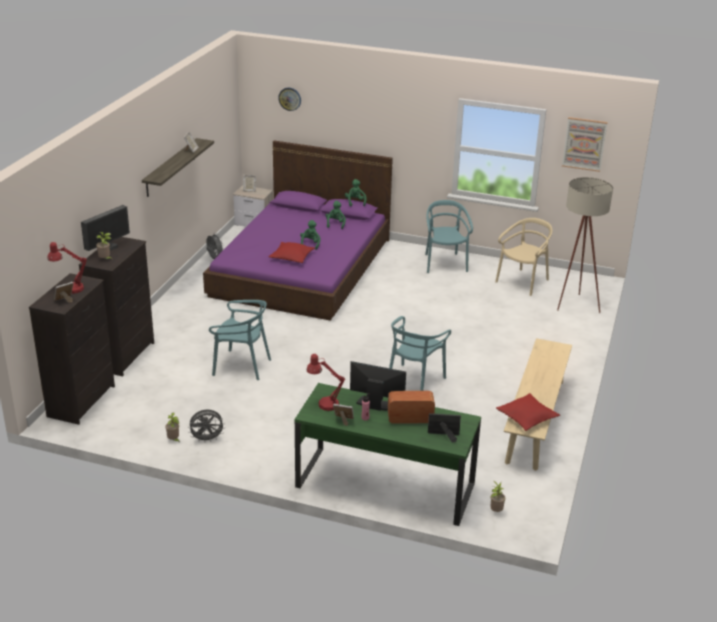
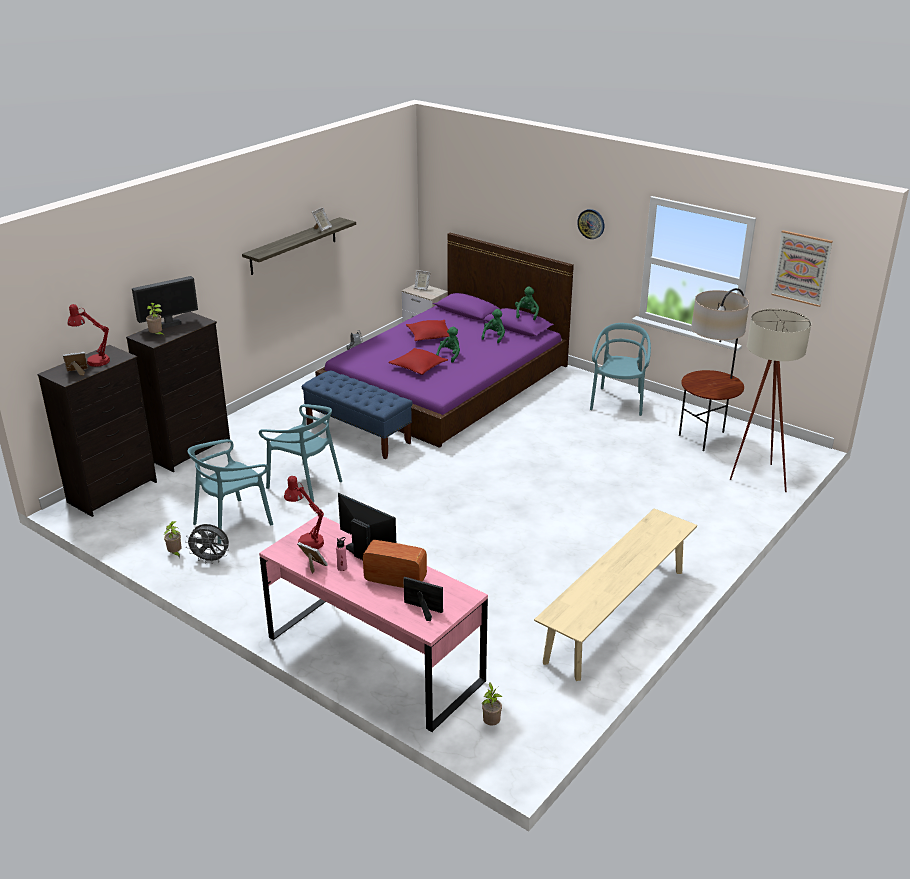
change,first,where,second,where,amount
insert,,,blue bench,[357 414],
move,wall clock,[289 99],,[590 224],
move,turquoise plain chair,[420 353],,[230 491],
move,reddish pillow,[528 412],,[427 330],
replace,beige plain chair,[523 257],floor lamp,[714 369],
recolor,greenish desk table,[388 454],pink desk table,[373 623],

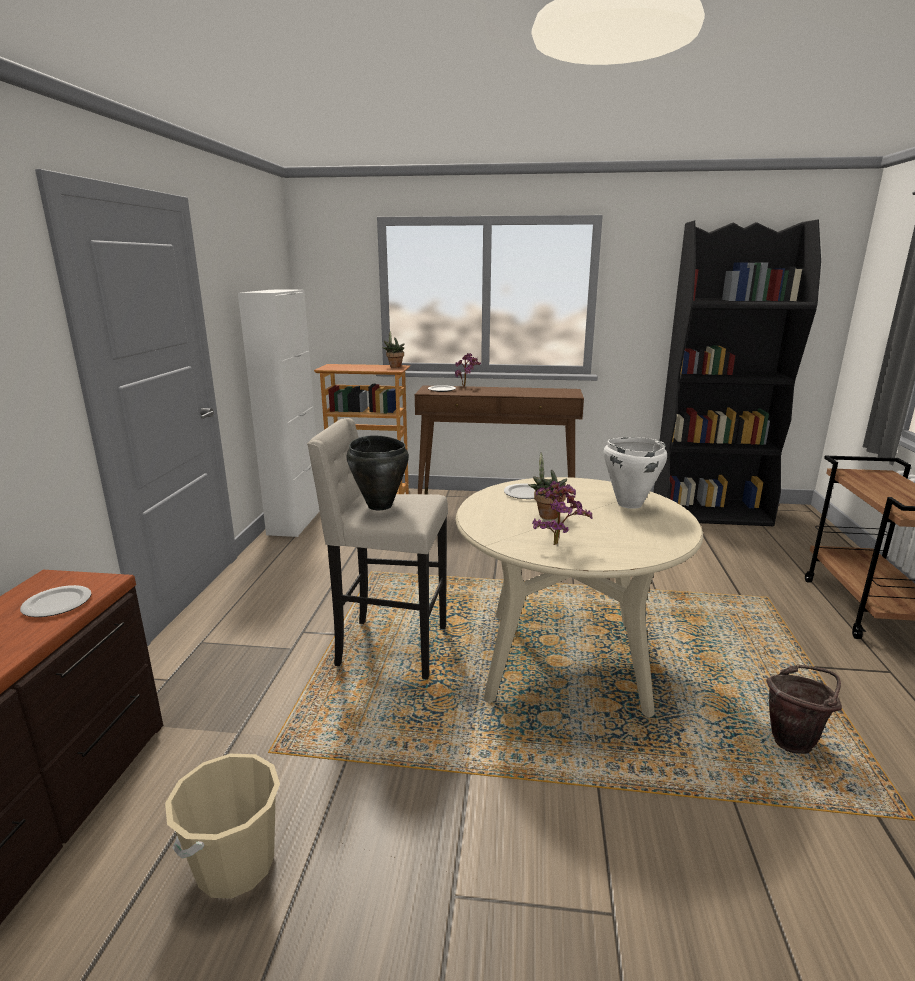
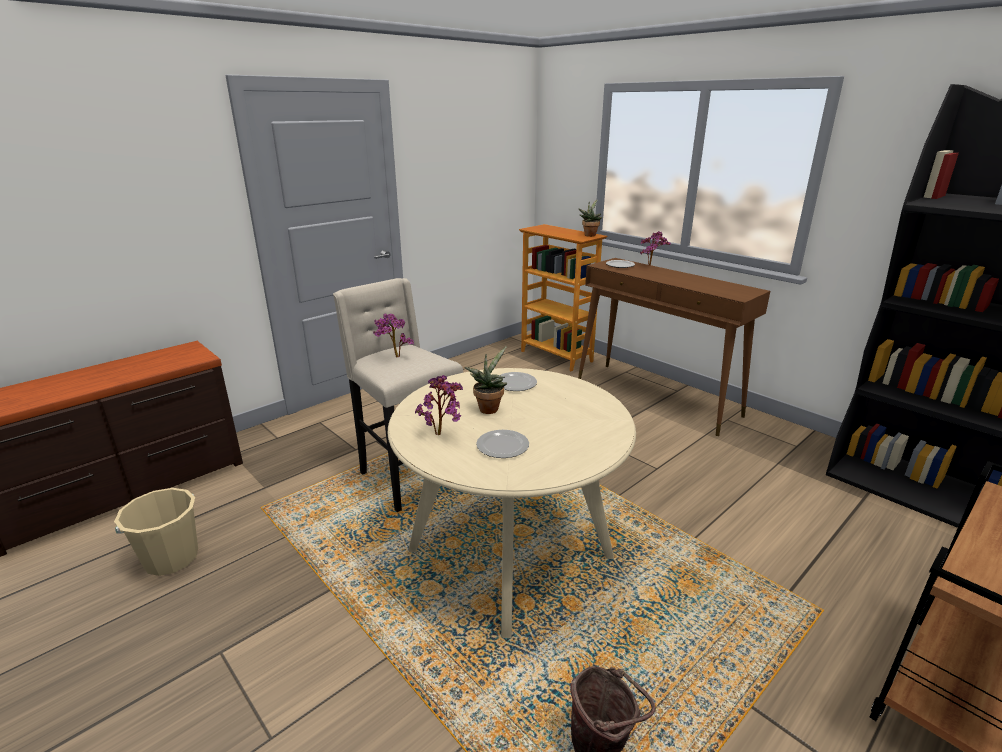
change,first,where,second,where,amount
delete,white-coloured storage cabinet,[279 413],,,
delete,white-coloured cooking pot,[635 473],,,
move,flat dish,[55 601],,[502 444],
replace,black cooking pot,[378 472],potted plant,[393 335],

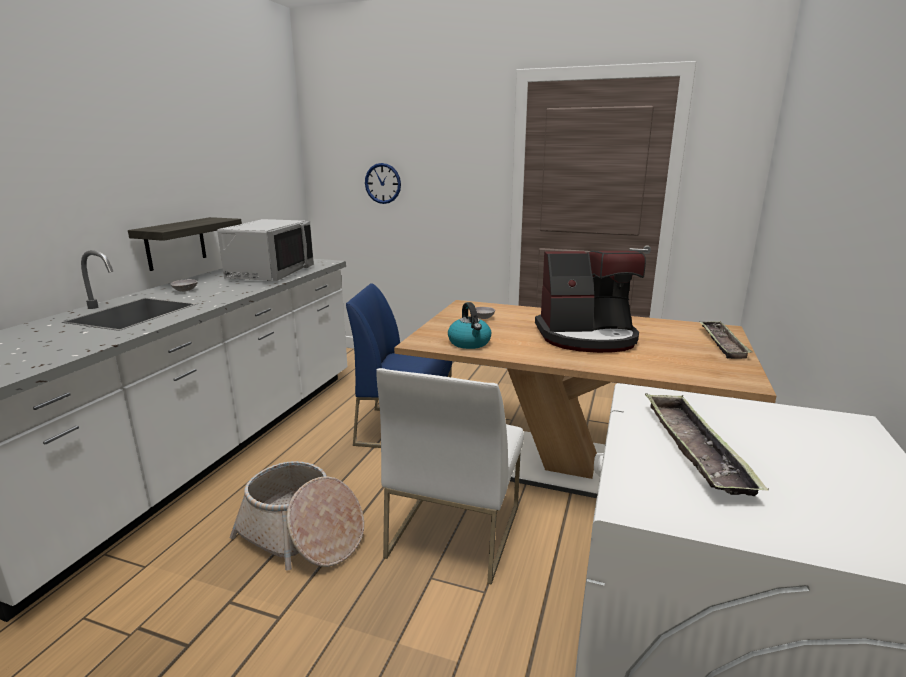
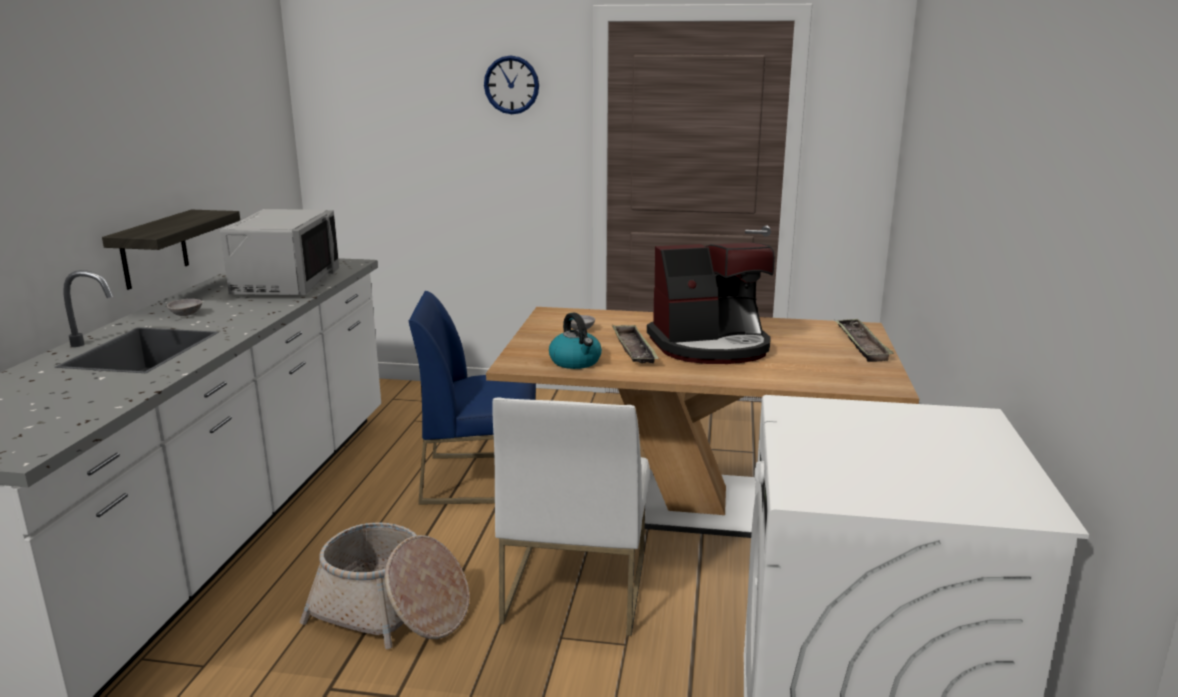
change,first,where,second,where,amount
move,wall clock,[383 183],,[511 85],
move,carrying tray,[707 444],,[635 344],

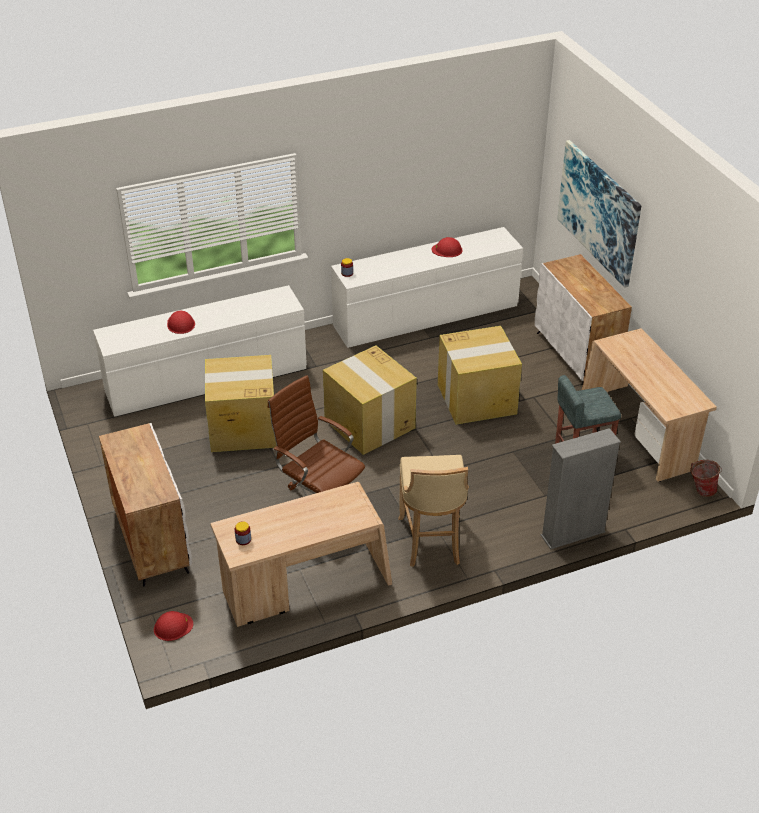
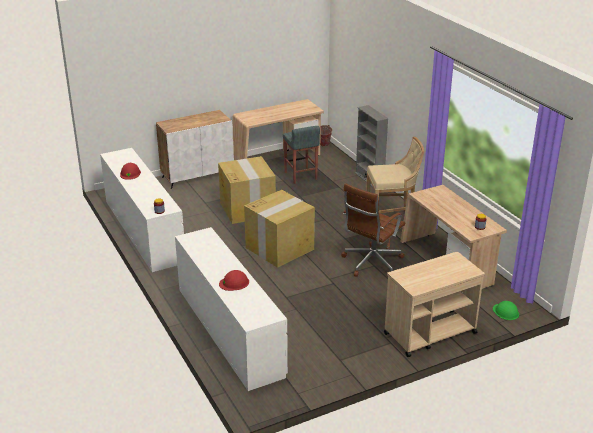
change,first,where,second,where,amount
delete,carton,[240 403],,,
delete,picture,[599 214],,,
replace,white-coloured storage cabinet,[145 505],beige trolley,[434 304],
recolor,reddish work helmet,[173 626],greenish work helmet,[506 310],

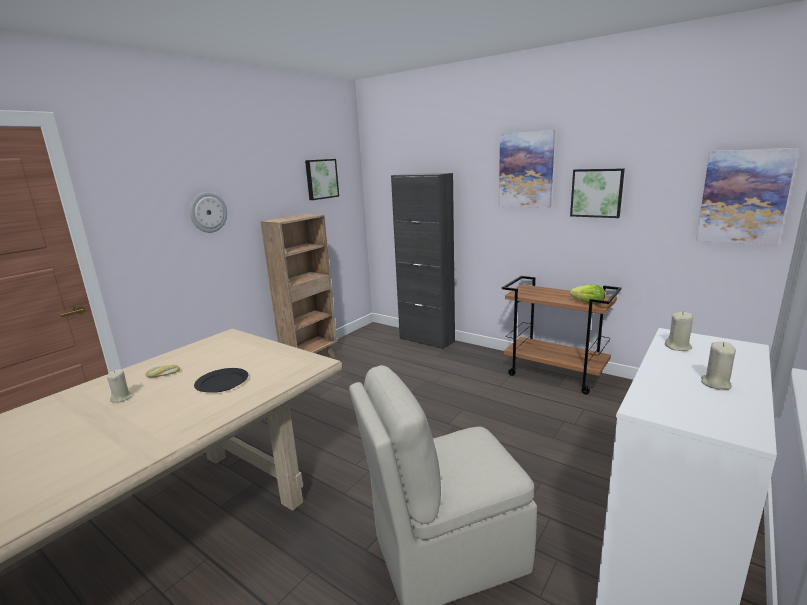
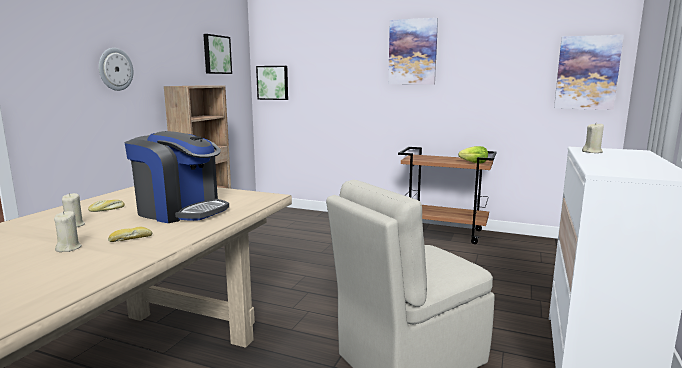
change,first,where,second,where,amount
delete,black storage cabinet,[423 261],,,
insert,,,bread,[130 234],
move,picture,[597 193],,[272 83],
move,beige wax candle,[718 365],,[68 231],
replace,black flat dish,[221 380],coffee machine,[176 177],

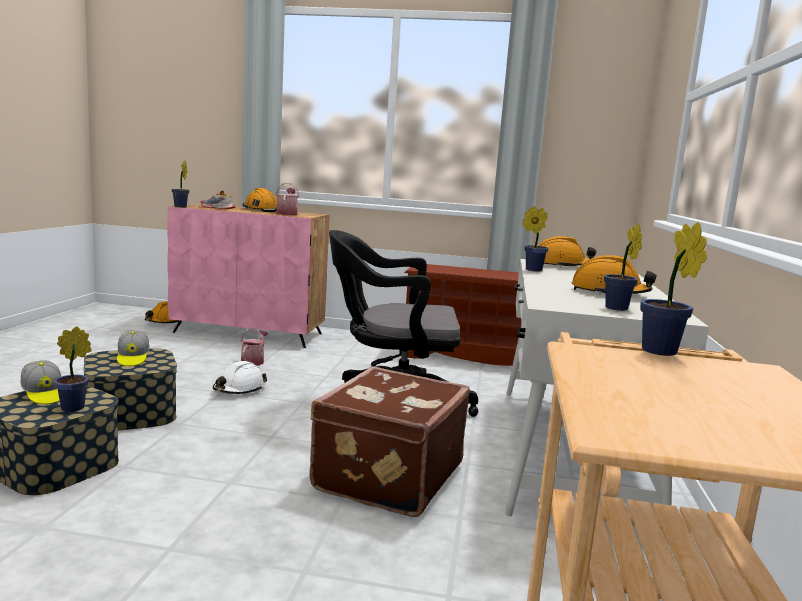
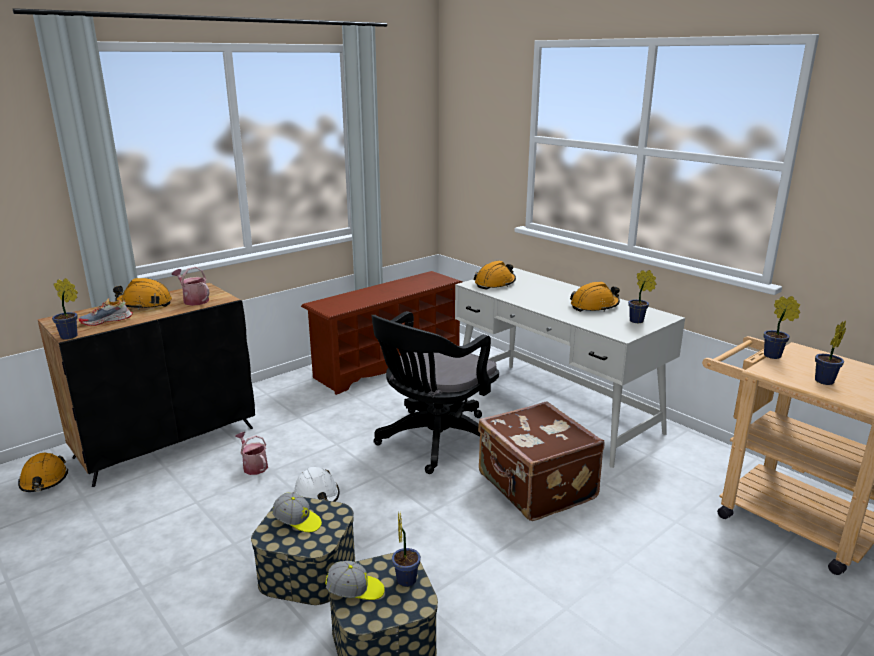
change,first,where,second,where,amount
move,potted plant,[535 238],,[830 353],
recolor,pink storage cabinet,[248 276],black storage cabinet,[146 385],

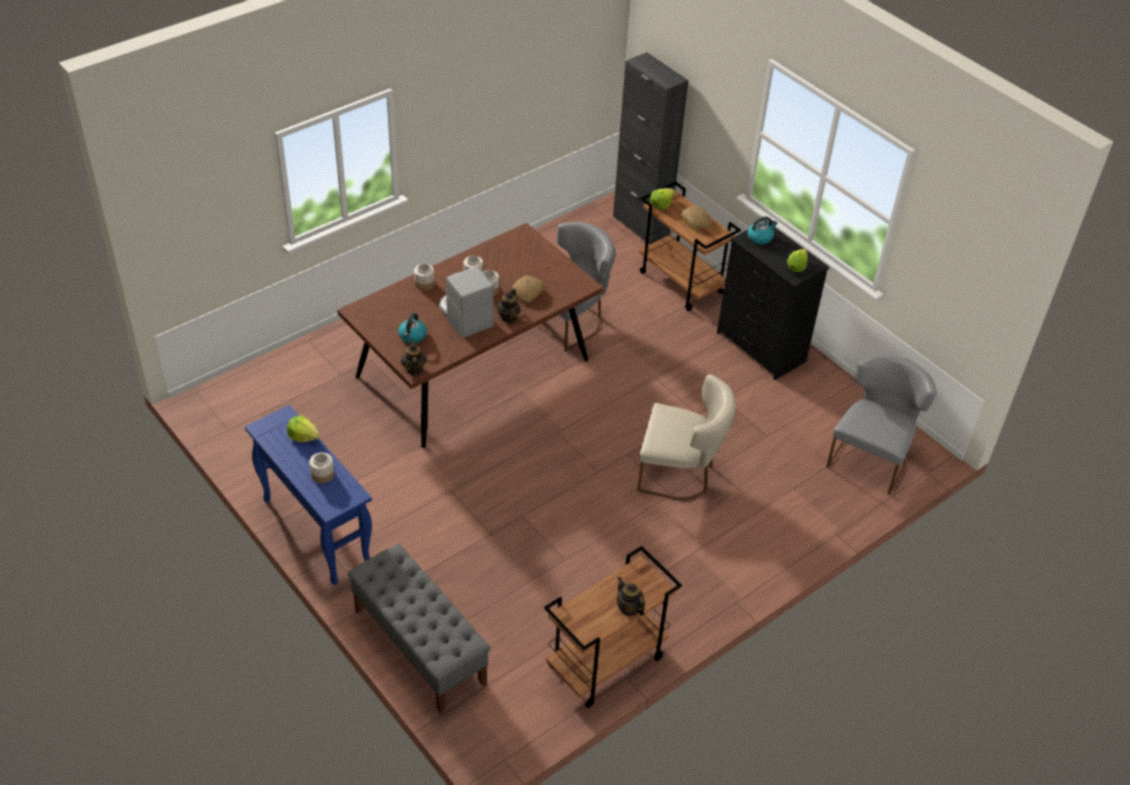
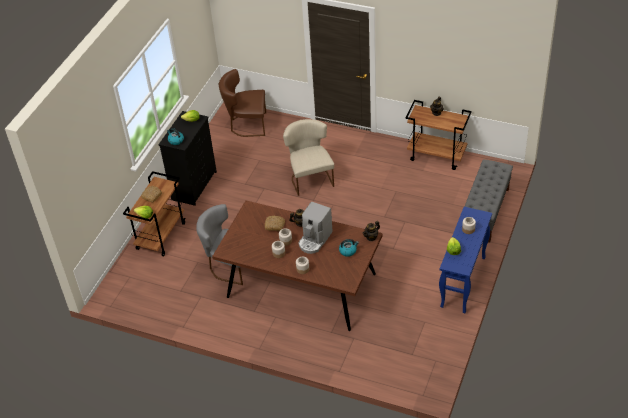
change,first,where,second,where,amount
delete,black storage cabinet,[650 148],,,
recolor,grey plain chair,[881 424],brown plain chair,[242 103],

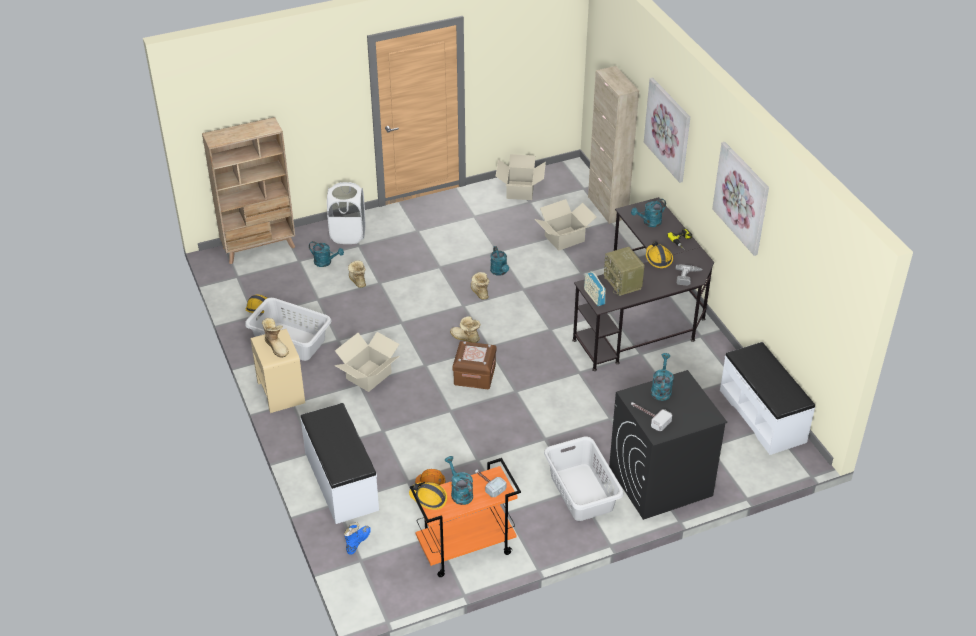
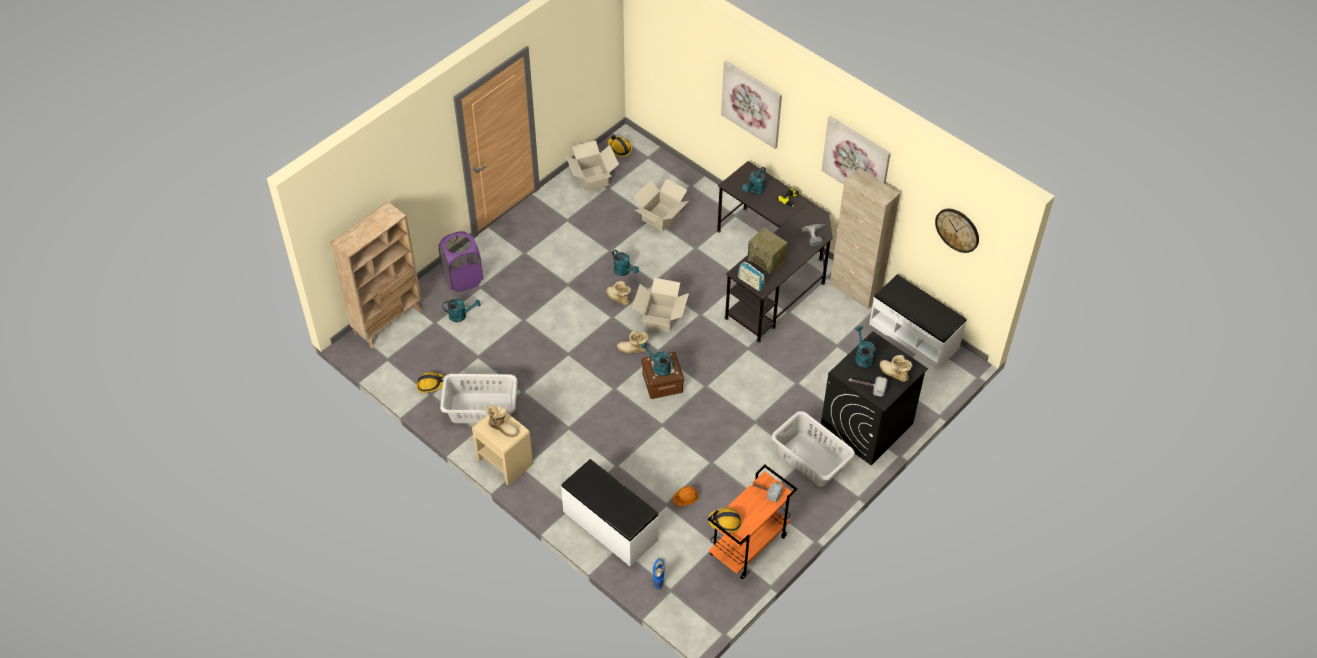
change,first,where,second,where,amount
insert,,,wall clock,[957 231],
move,carton,[367 362],,[660 305],
move,tall boot,[357 274],,[896 368],
move,turquoise watering can,[459 480],,[657 359],
move,beige storage cabinet,[613 145],,[865 238],
move,work helmet,[659 255],,[620 146],
recolor,white-coloured laundry basket,[346 213],purplish laundry basket,[460 261],

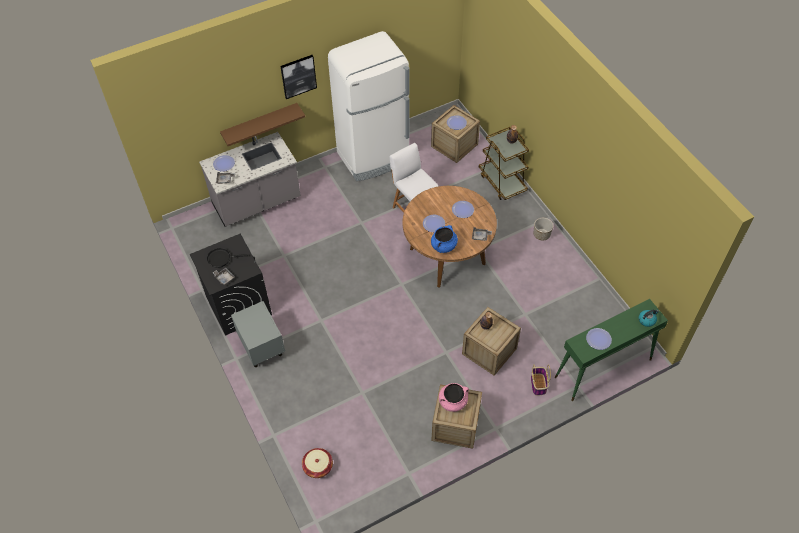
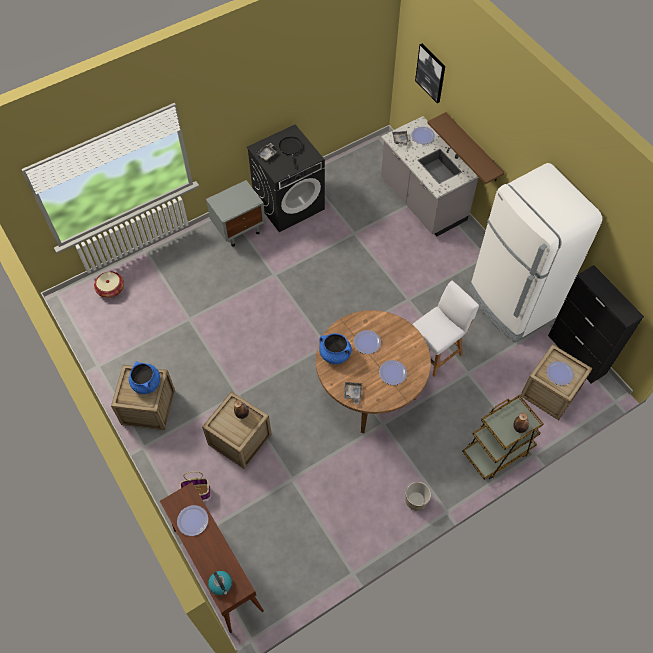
change,first,where,second,where,amount
insert,,,black storage cabinet,[596 324],
move,picture,[298 77],,[430 73],
recolor,pink cooking pot,[454 397],blue cooking pot,[144 377],
recolor,greenish narrow table,[611 350],brown narrow table,[212 557],

